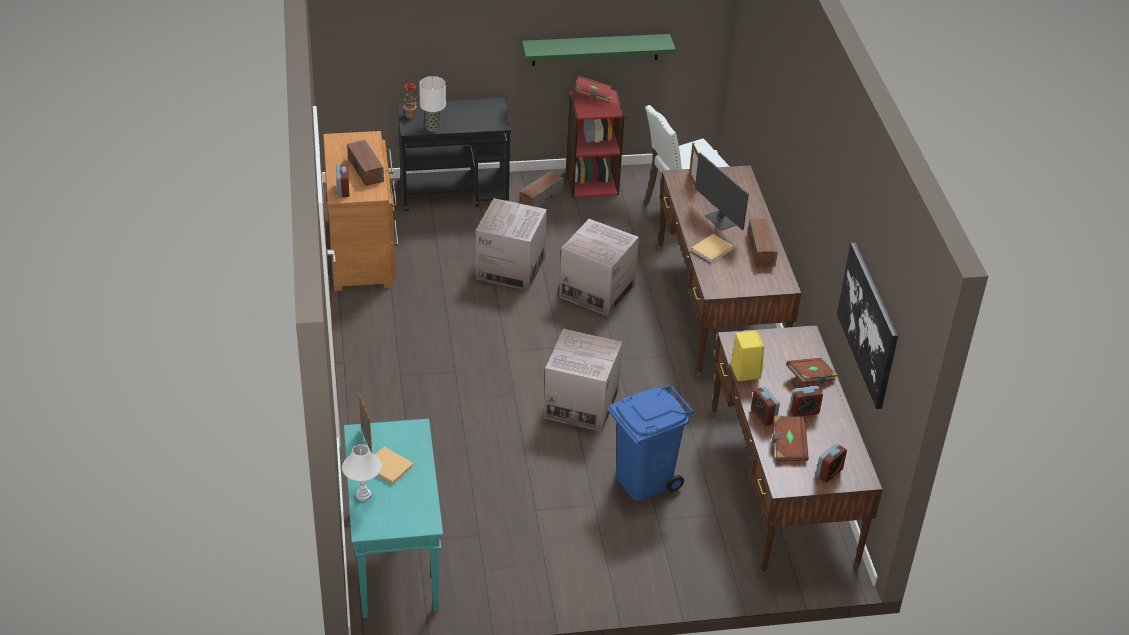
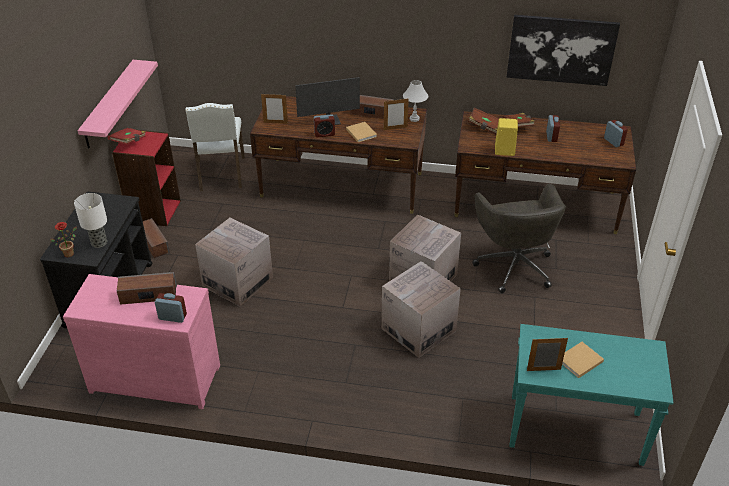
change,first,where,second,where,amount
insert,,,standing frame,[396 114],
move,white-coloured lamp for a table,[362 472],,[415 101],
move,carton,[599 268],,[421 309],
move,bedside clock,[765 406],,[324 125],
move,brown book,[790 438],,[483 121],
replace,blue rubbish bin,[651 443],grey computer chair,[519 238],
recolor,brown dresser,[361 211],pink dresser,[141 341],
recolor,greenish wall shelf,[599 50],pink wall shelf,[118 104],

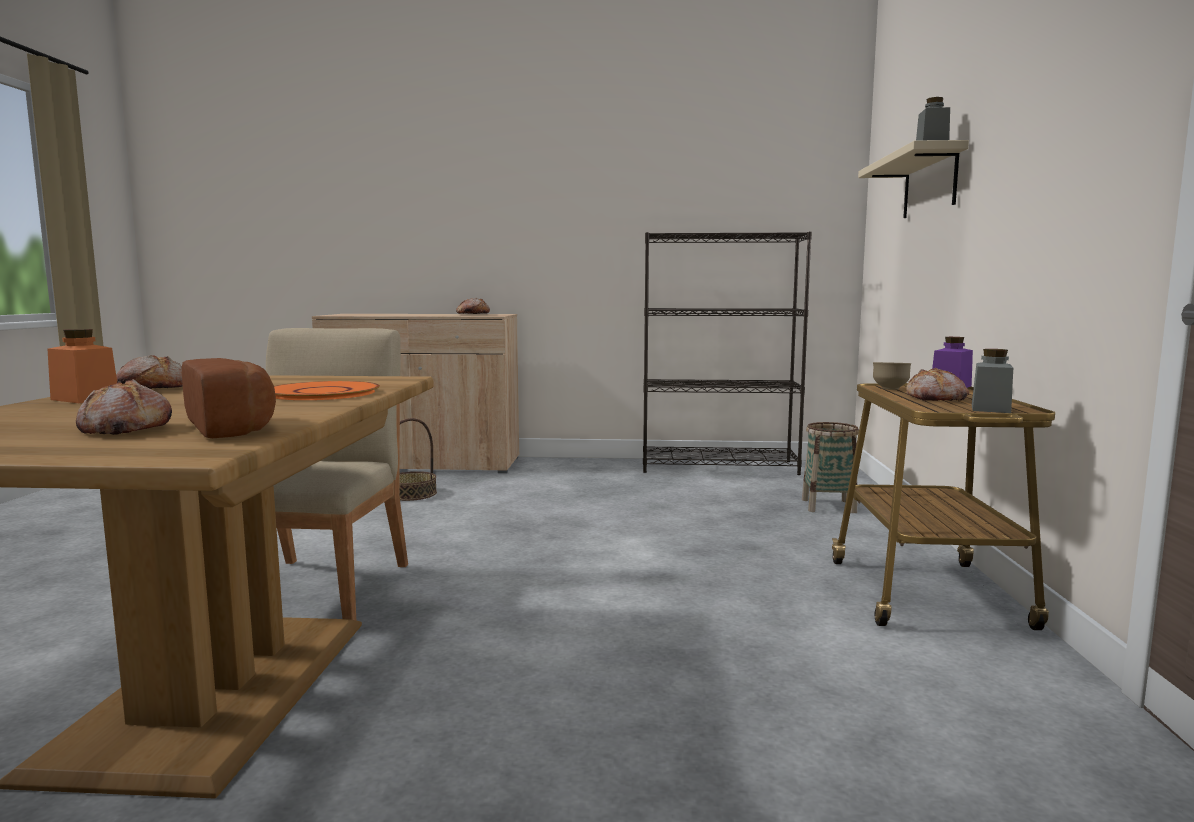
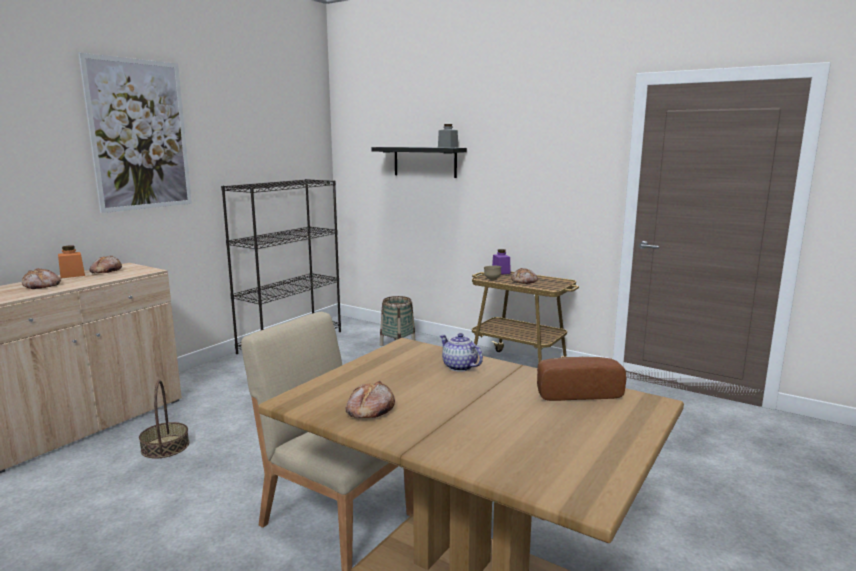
change,first,where,second,where,amount
delete,grey storage jar,[992 381],,,
insert,,,picture,[135 133],
move,orange storage jar,[82 366],,[71 261],
move,bread,[124 407],,[41 278],
replace,orange flat dish,[327 390],pot for tea,[461 352],
recolor,beige wall shelf,[913 179],black wall shelf,[419 162],

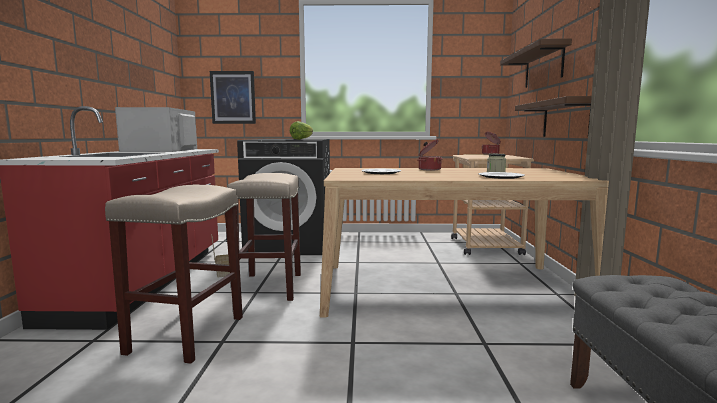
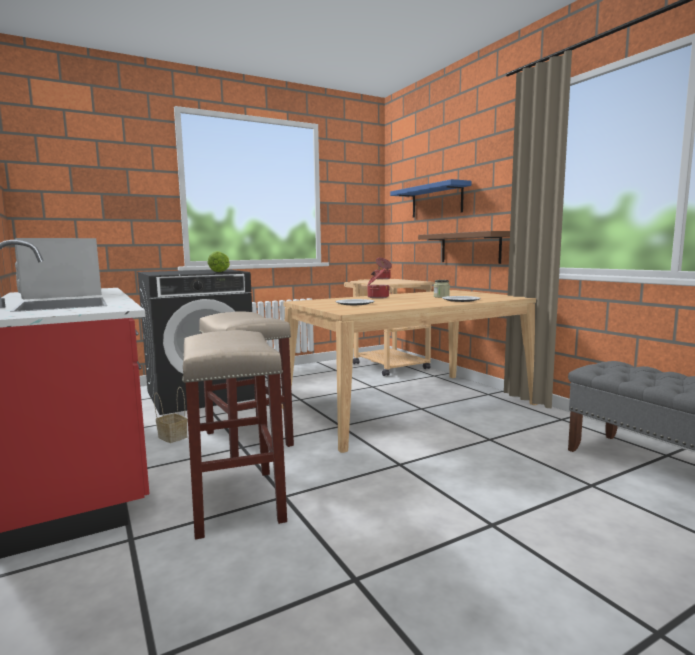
change,first,where,second,where,amount
delete,picture,[233 97],,,
recolor,brown wall shelf,[536 63],blue wall shelf,[430 198],

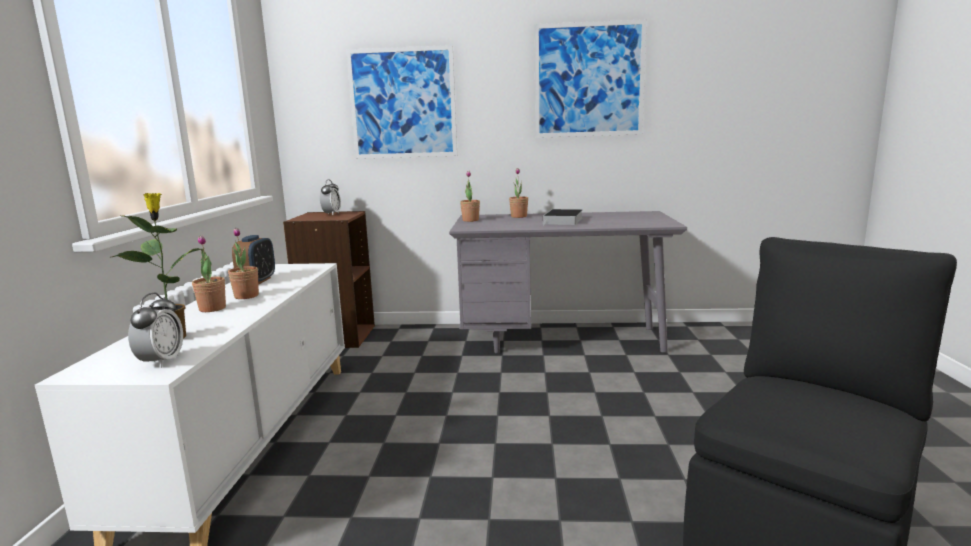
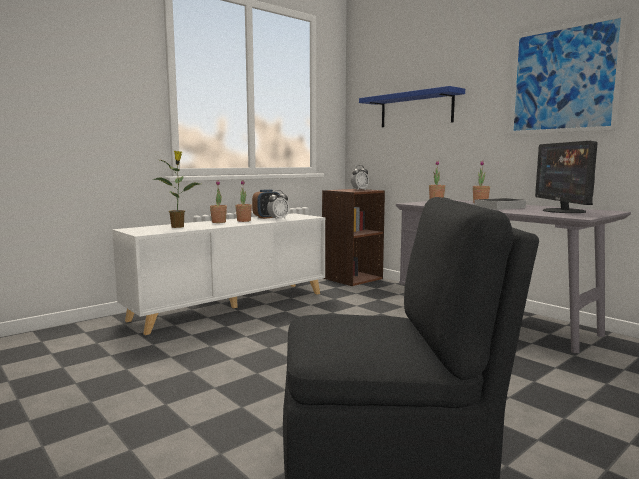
change,first,where,second,where,amount
insert,,,computer display,[566 177],
move,bedside clock,[155 330],,[278 205],
replace,picture,[401 102],blue wall shelf,[412 106],

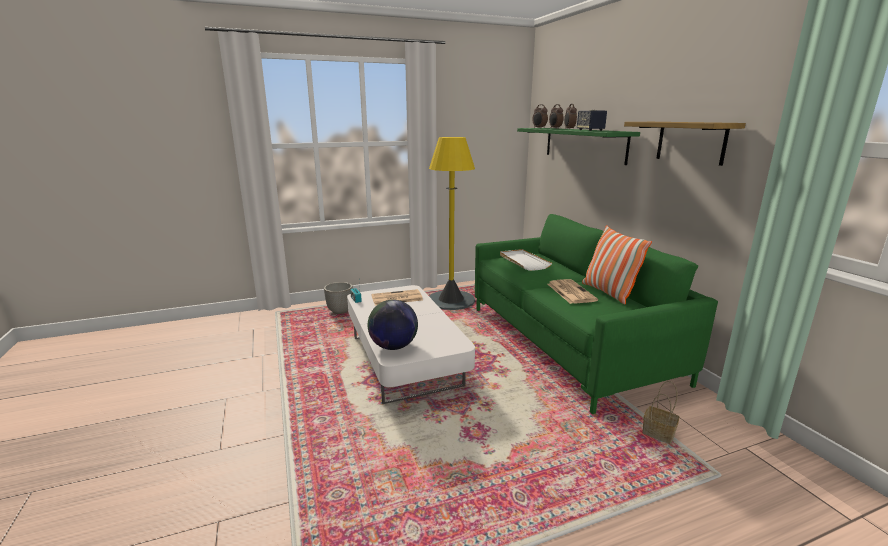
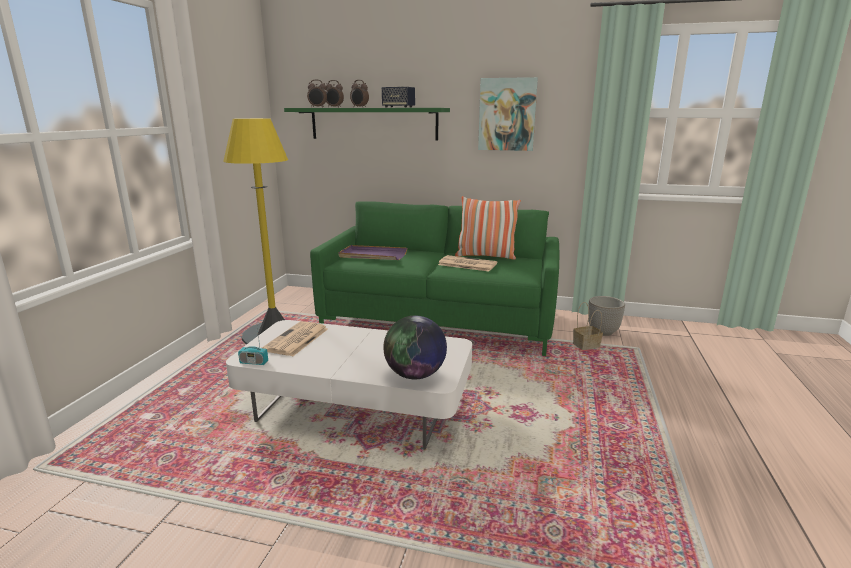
change,first,where,second,where,amount
move,plant pot,[338 298],,[606 316],
replace,wall shelf,[685 144],picture,[508 114],
recolor,white-coloured carrying tray,[526 260],purplish carrying tray,[372 252],

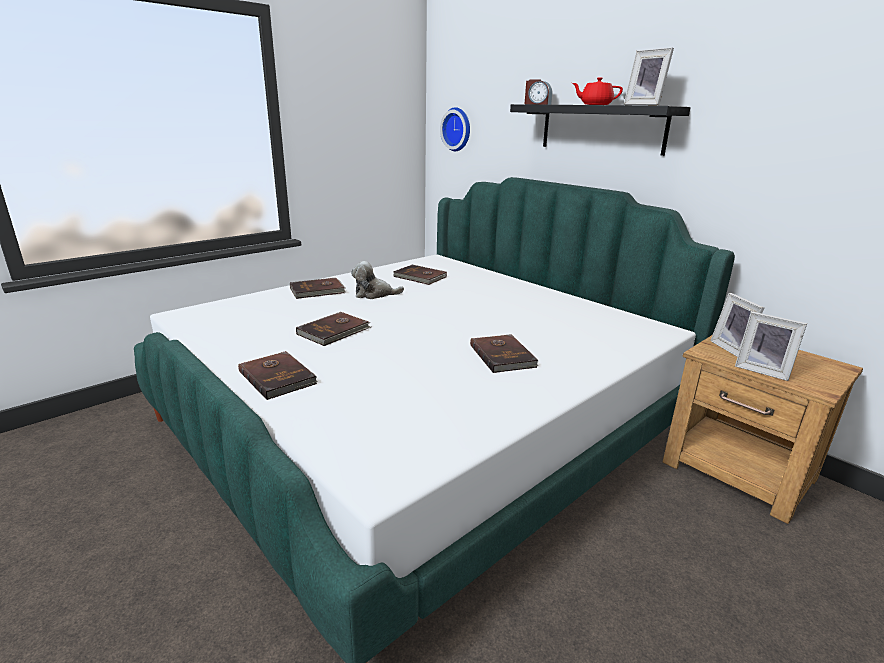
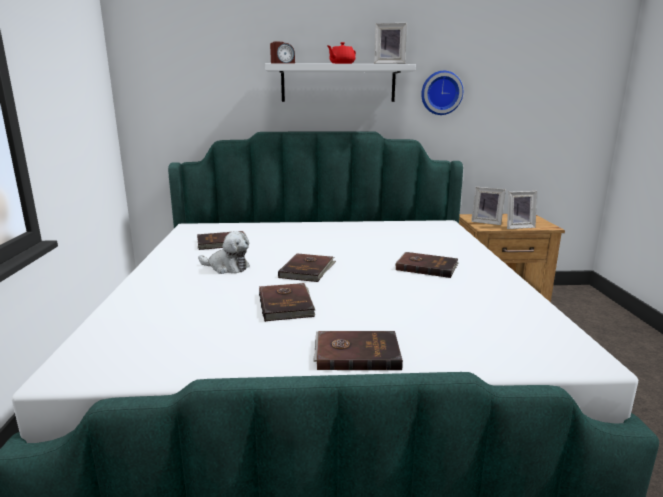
change,first,where,second,where,amount
move,brown book,[318 288],,[307 267],
move,wall clock,[455 129],,[442 93],
recolor,black wall shelf,[600 130],white-coloured wall shelf,[340 82],
rotate,cuddly toy,[377 280],,[224 252],105 degrees counterclockwise

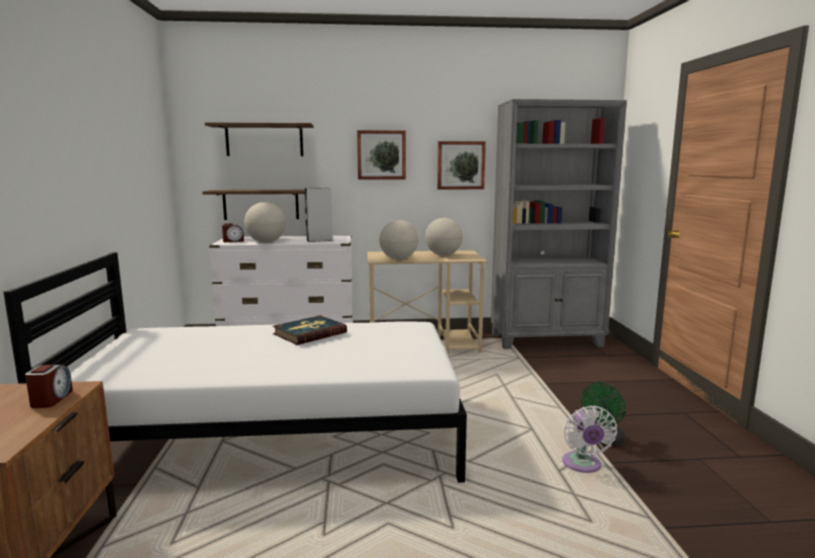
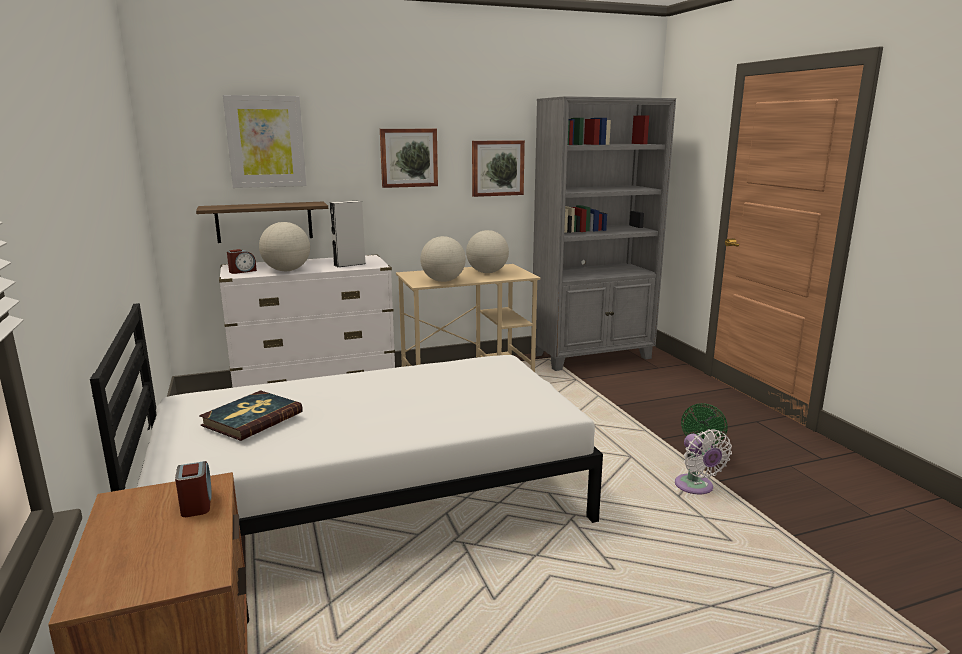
change,first,where,second,where,amount
move,book,[309 330],,[251 415],
replace,wall shelf,[259 139],picture,[264 141],

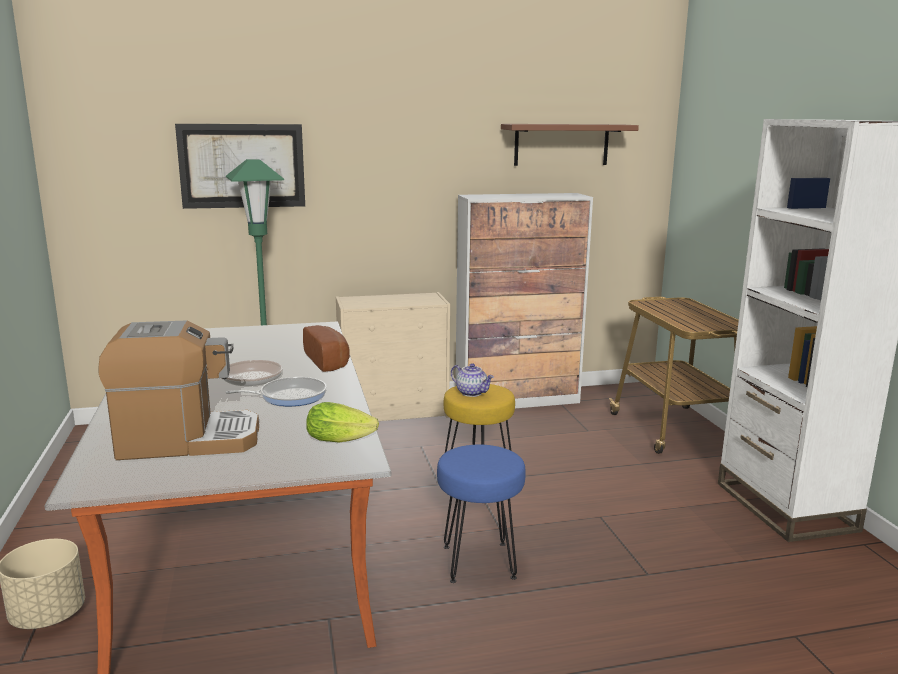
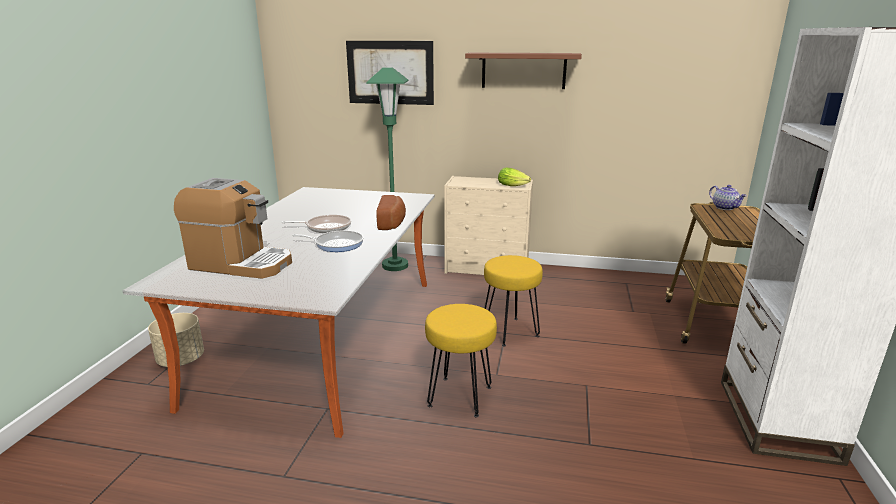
change,first,where,second,where,amount
delete,storage cabinet,[524 300],,,
move,lettuce head,[342 422],,[514 177],
move,pot for tea,[472 380],,[728 197],
move,brown wall shelf,[570 145],,[523 71],
recolor,blue stool,[481 514],yellowish stool,[461 361],

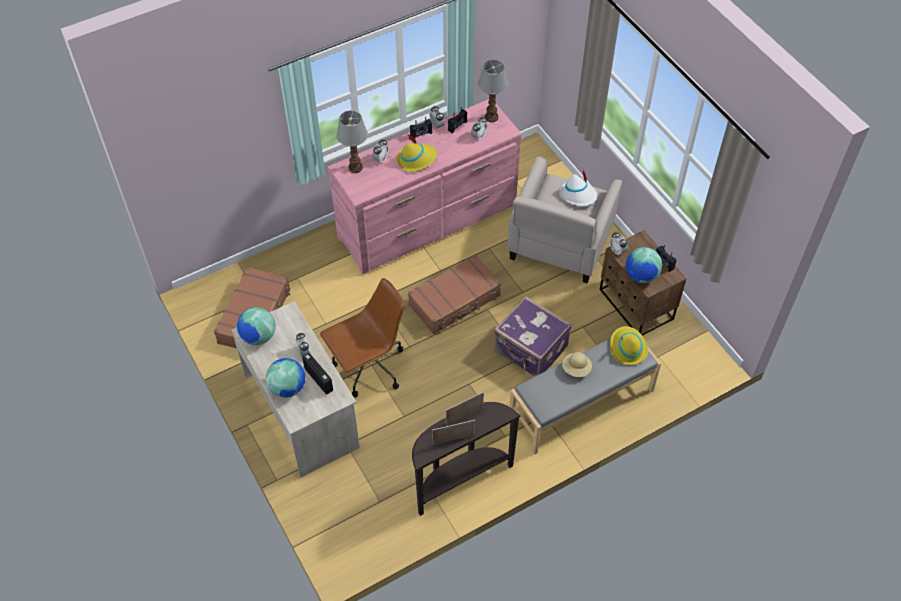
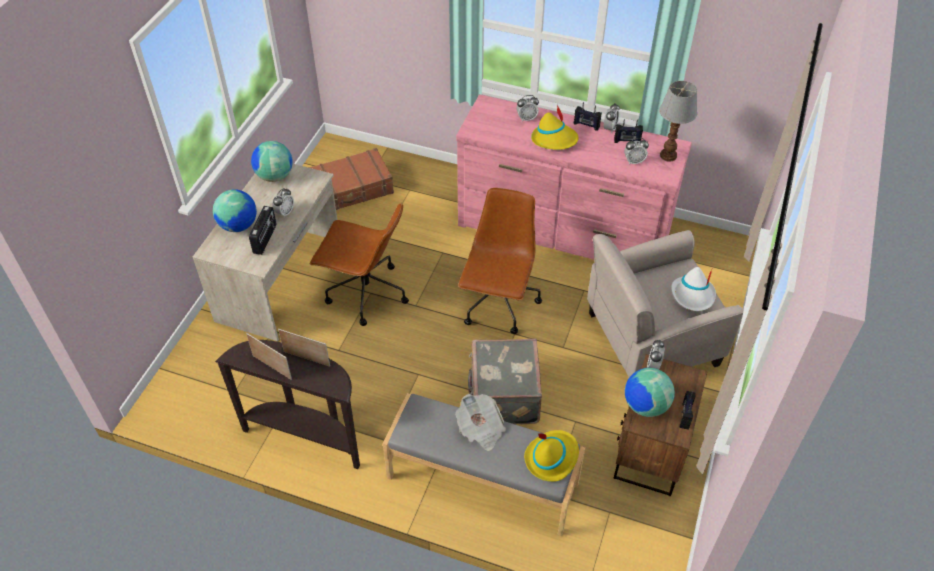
change,first,where,second,where,amount
delete,lamp for a table,[352 141],,,
replace,brown piece of luggage,[454 294],brown computer chair,[500 261],
replace,beige hat,[577 364],daily paper,[480 422],
recolor,purplish piece of luggage,[532 336],grey piece of luggage,[505 381],

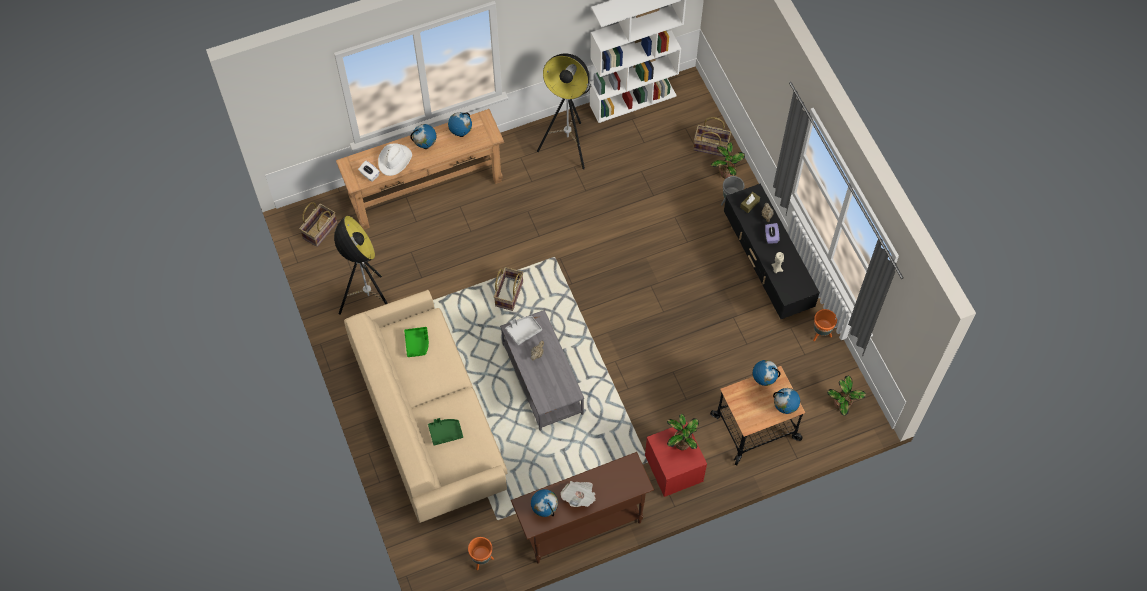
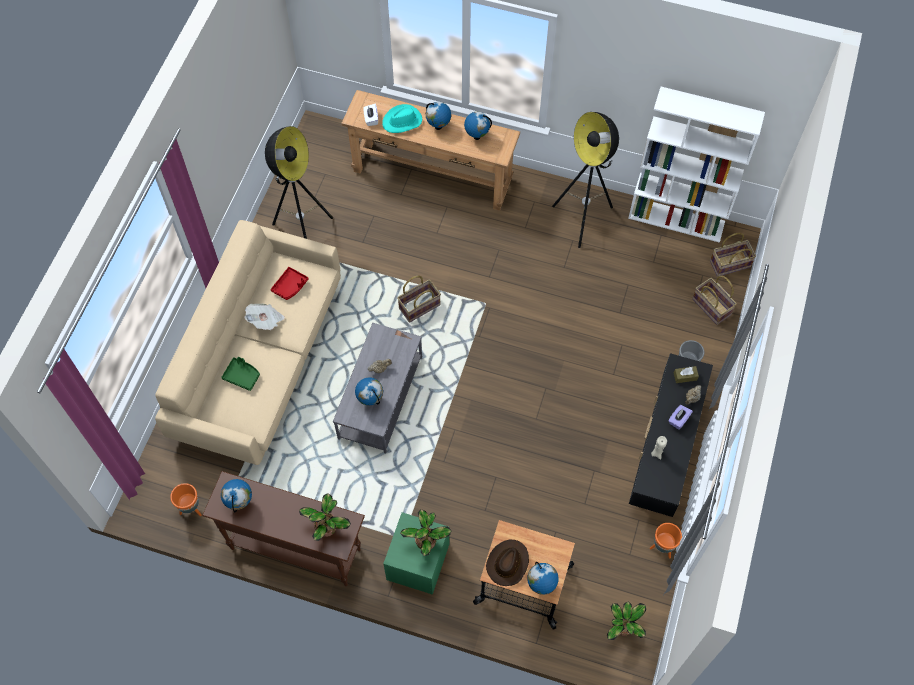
change,first,where,second,where,amount
delete,grey carrying tray,[523 330],,,
insert,,,brown hat,[507 563],
move,basket,[318 224],,[733 254],
move,daily paper,[578 494],,[264 317],
move,potted plant,[728 160],,[325 517],
move,globe,[767 373],,[369 391],
recolor,white-coloured hat,[395 159],turquoise hat,[402 118],
recolor,greenish carrying tray,[416 342],reddish carrying tray,[289 283],
recolor,reddish night table,[676 459],greenish night table,[416 553],

